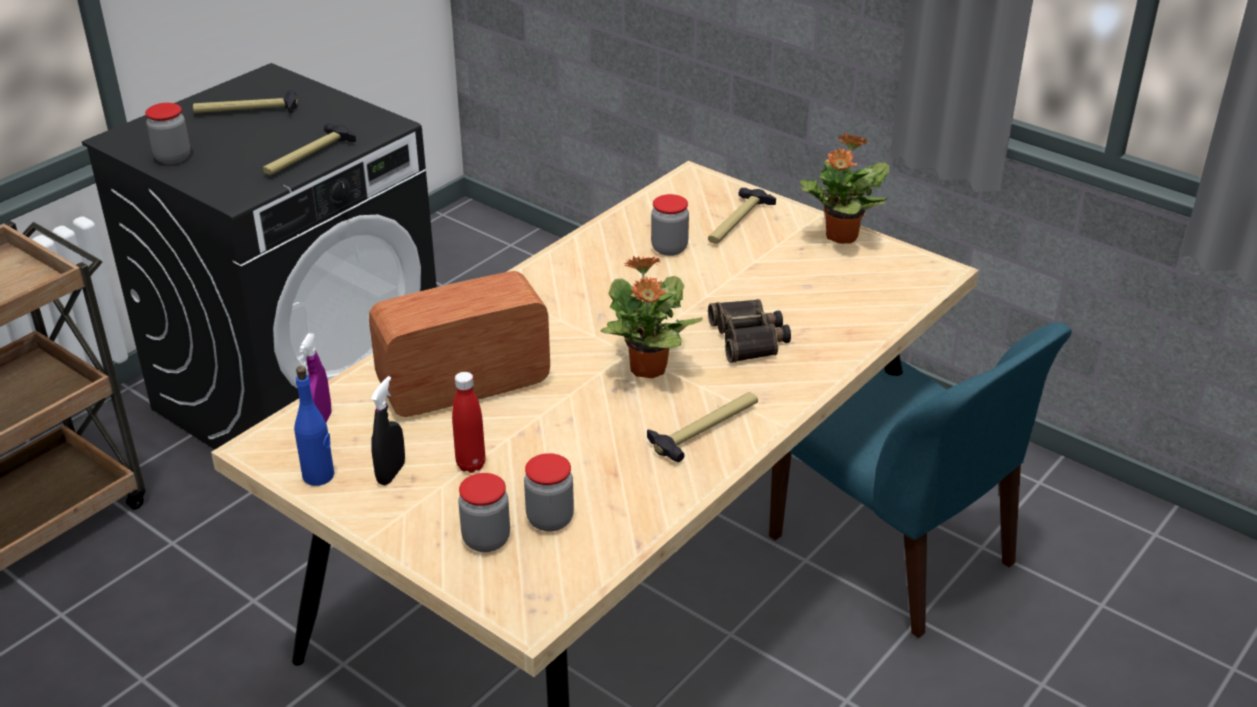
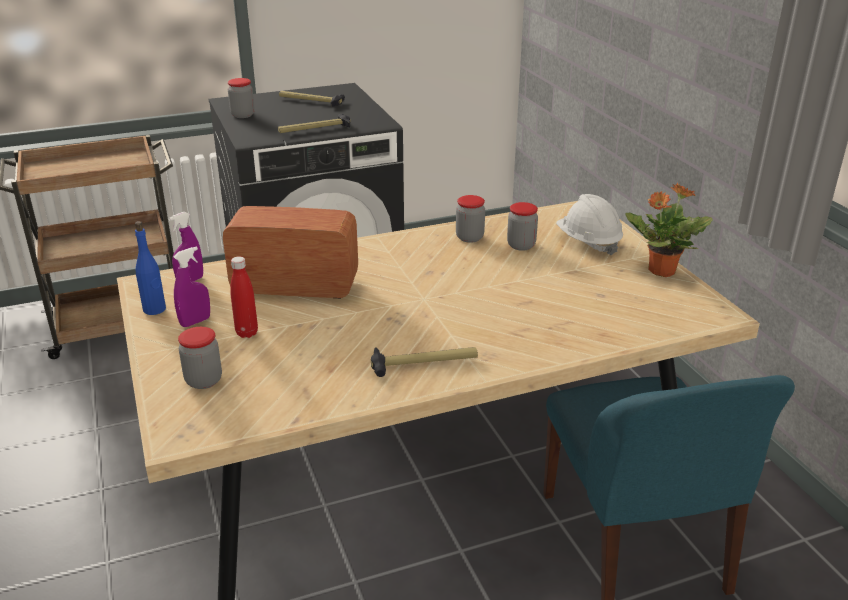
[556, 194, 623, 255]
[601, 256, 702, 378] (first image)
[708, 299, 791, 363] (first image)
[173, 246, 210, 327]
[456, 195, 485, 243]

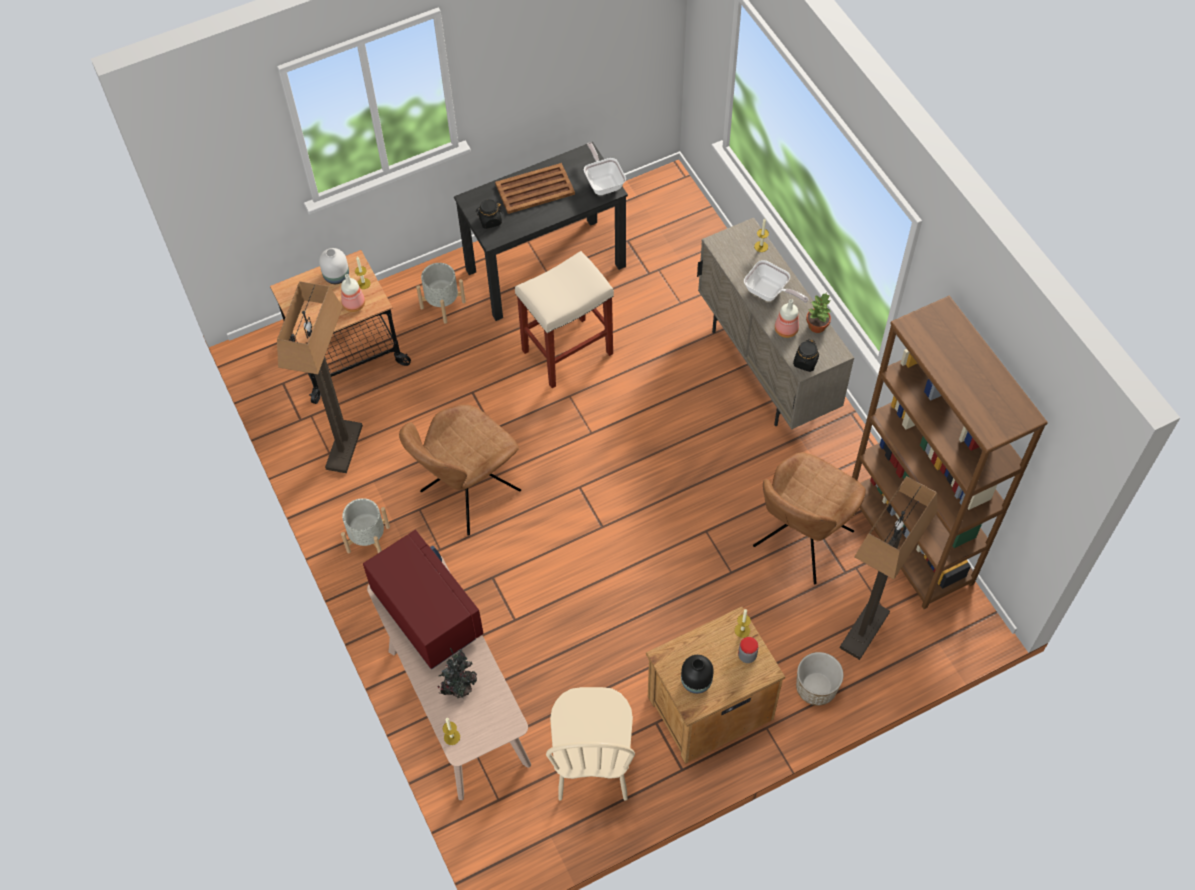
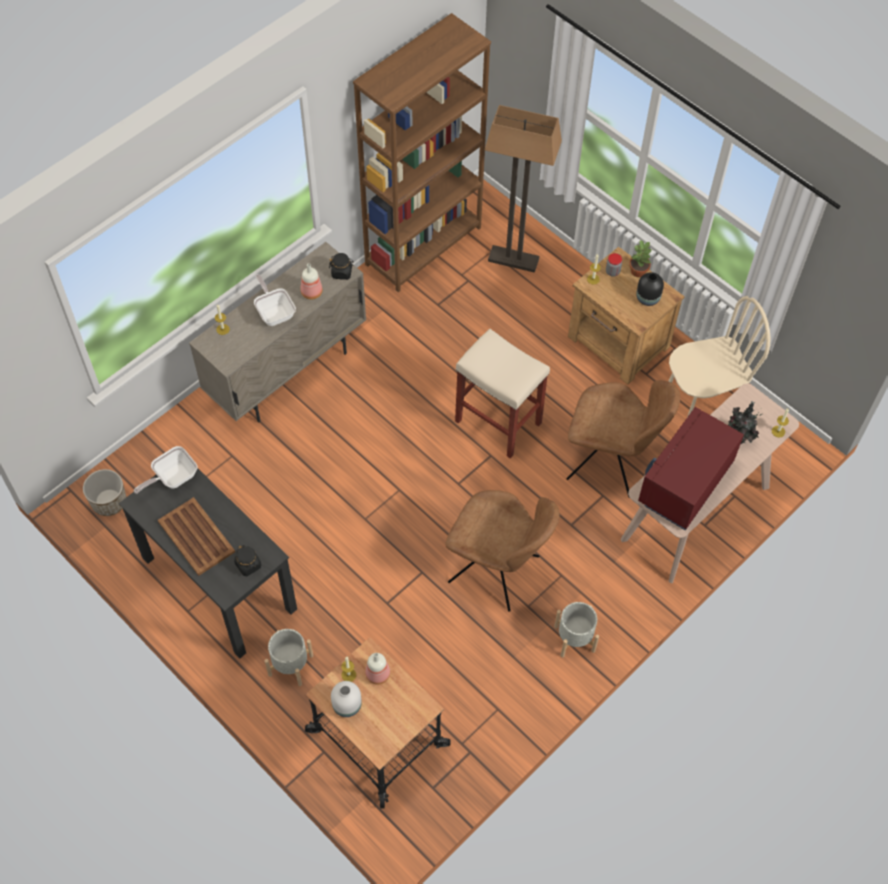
[455, 329, 550, 458]
[254, 274, 296, 326]
[277, 281, 363, 473] (first image)
[629, 240, 651, 277]
[566, 380, 680, 498]
[83, 469, 126, 516]

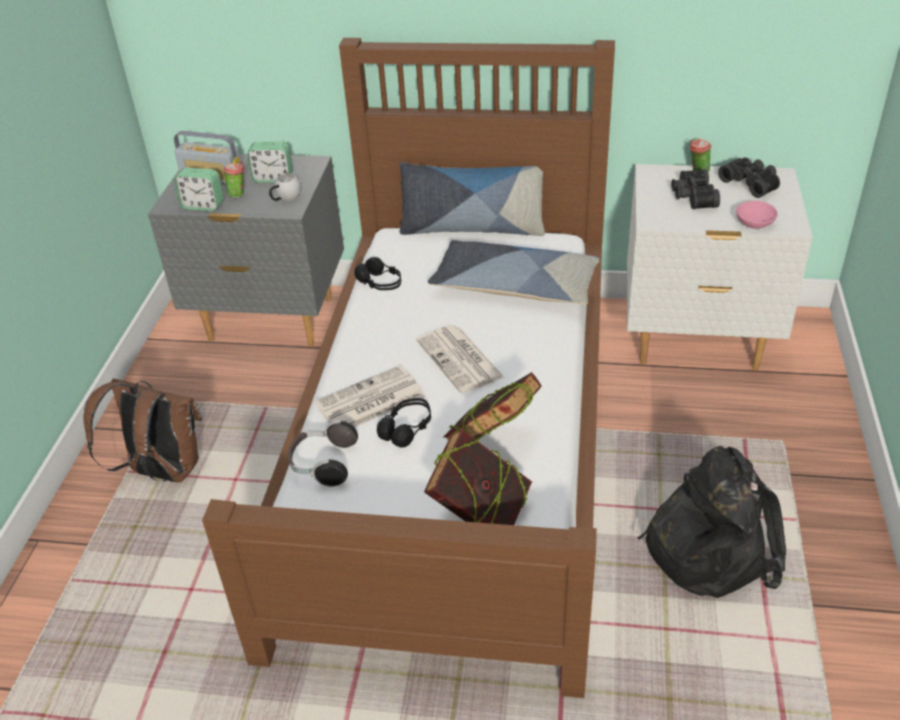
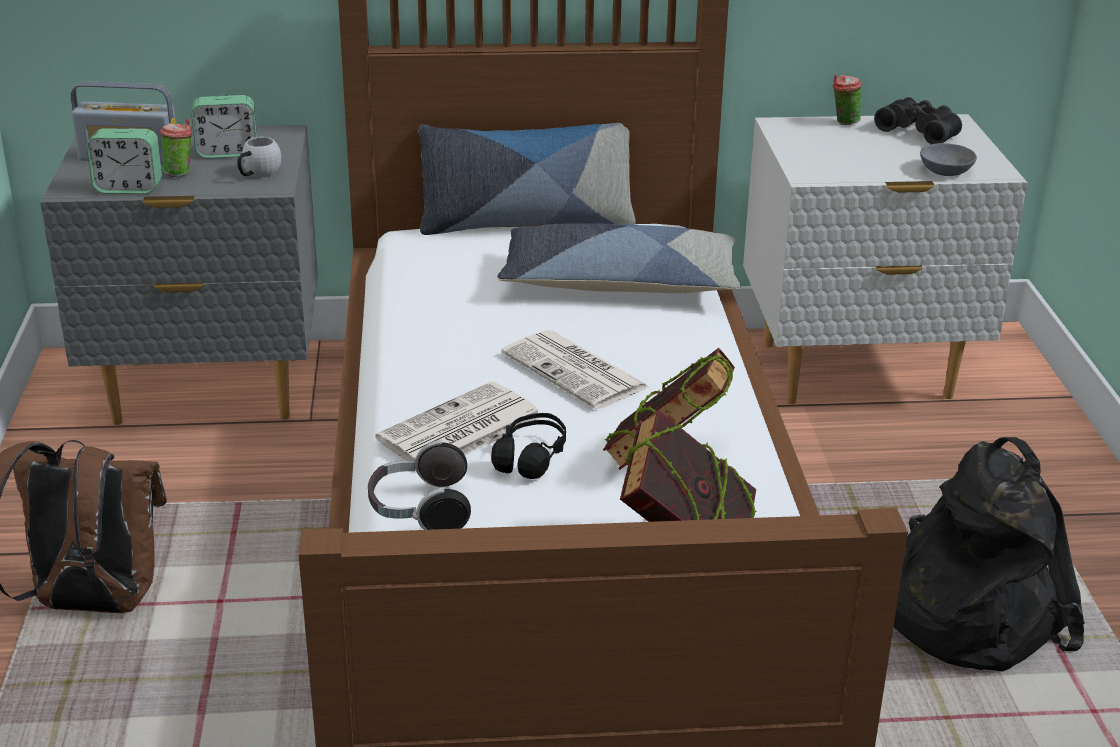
[671, 169, 720, 209] (first image)
[920, 143, 977, 176]
[354, 257, 401, 290] (first image)

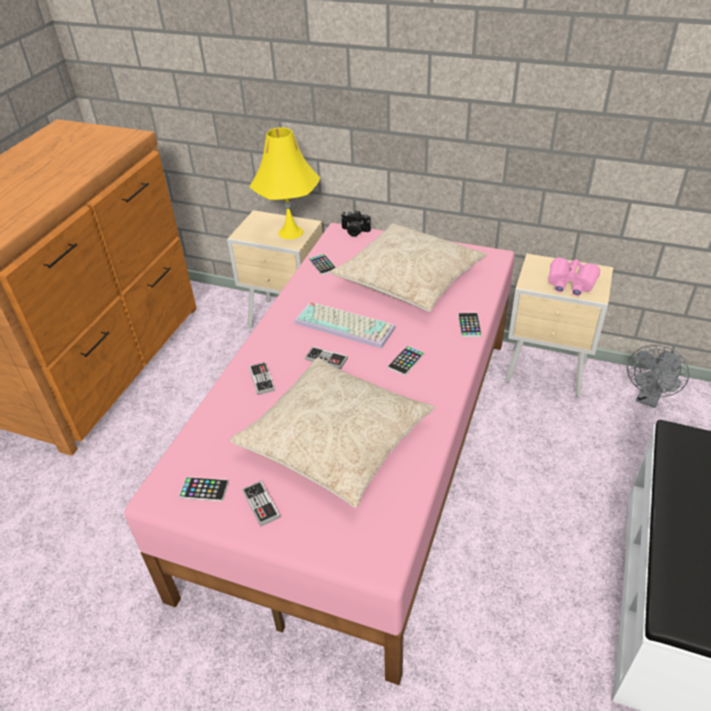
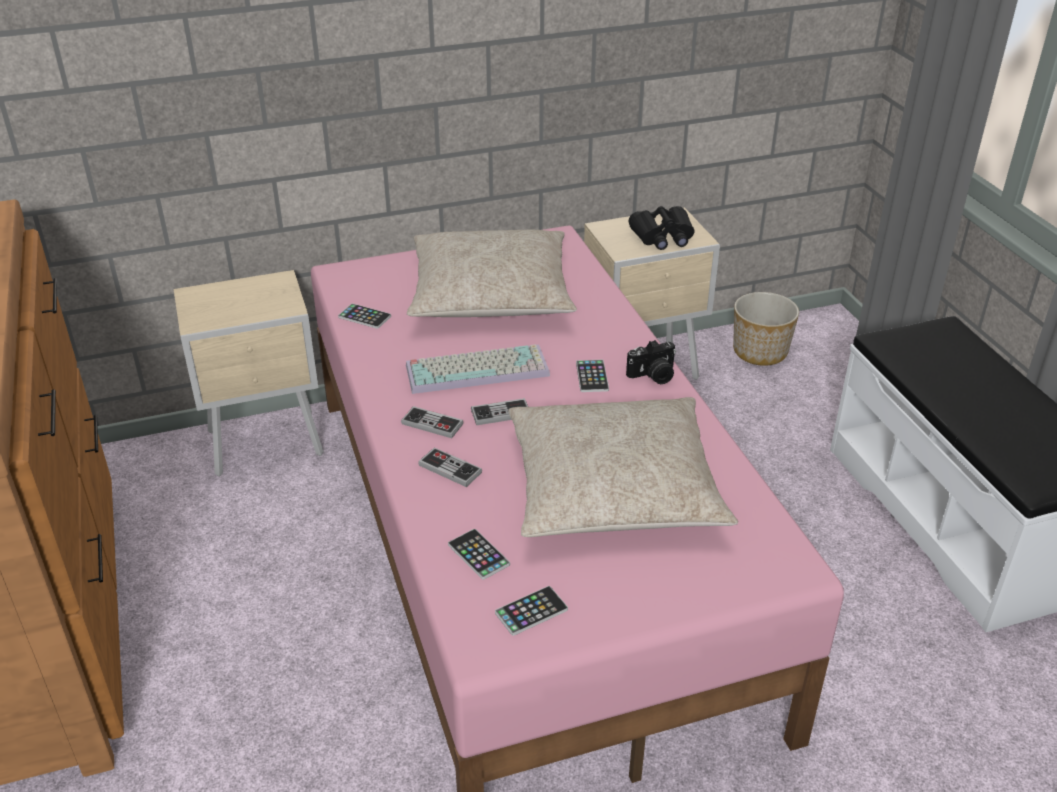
[249, 127, 320, 239] (first image)
[626, 340, 676, 384]
[629, 206, 695, 250]
[448, 529, 510, 580]
[733, 292, 799, 366]
[401, 406, 464, 438]

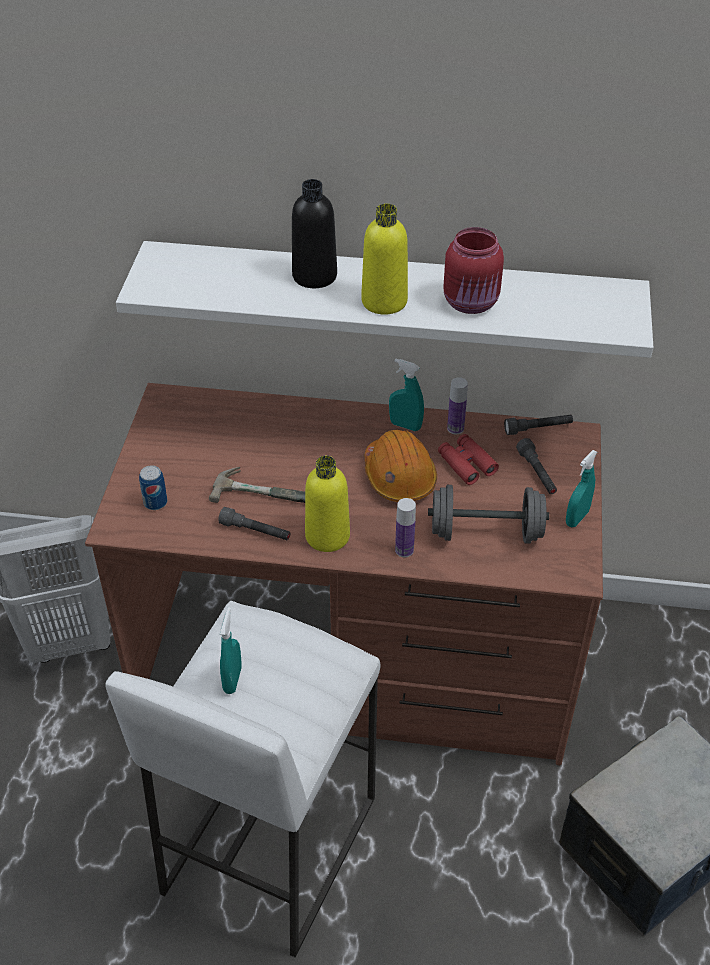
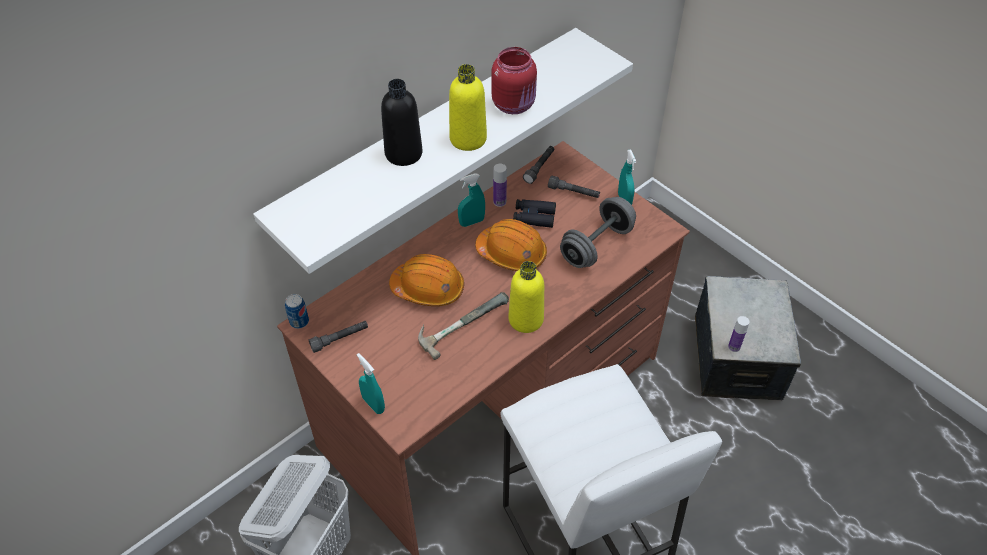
[513, 199, 556, 228]
[285, 294, 309, 329]
[728, 316, 749, 352]
[309, 321, 368, 353]
[357, 353, 385, 414]
[389, 254, 464, 306]

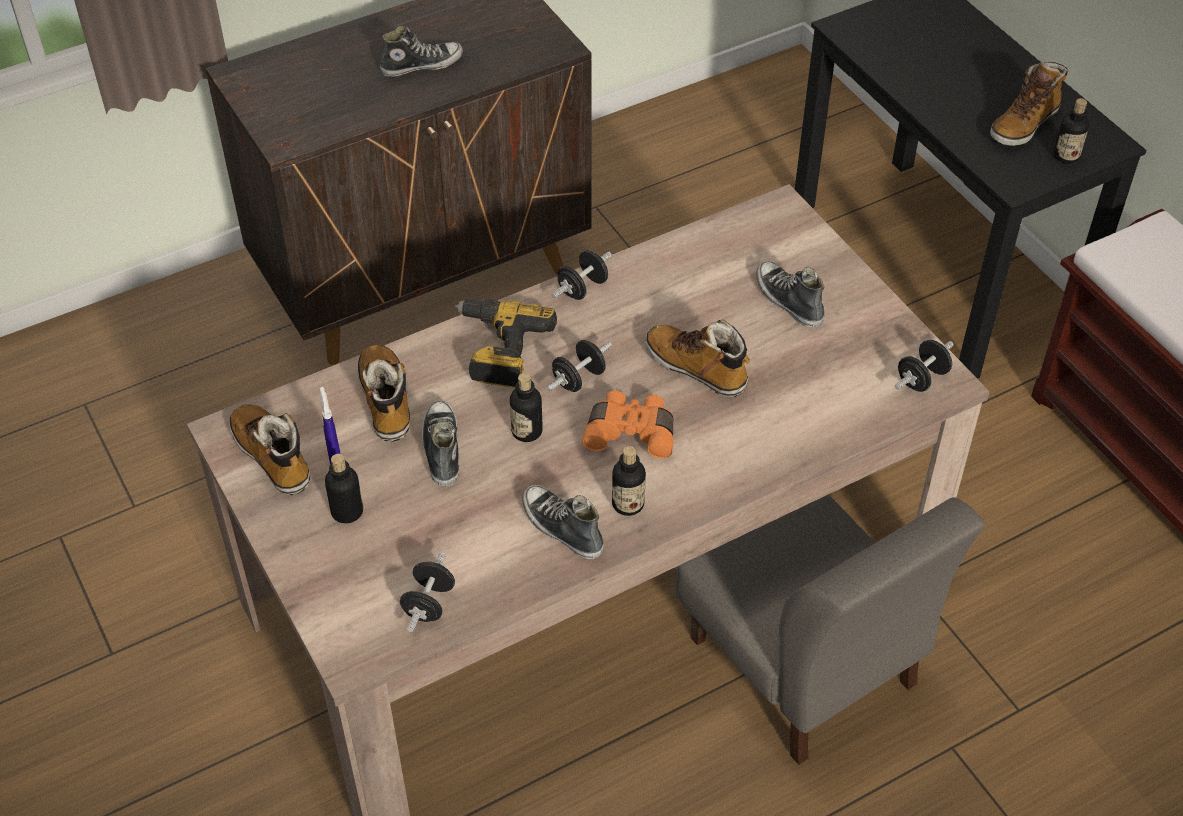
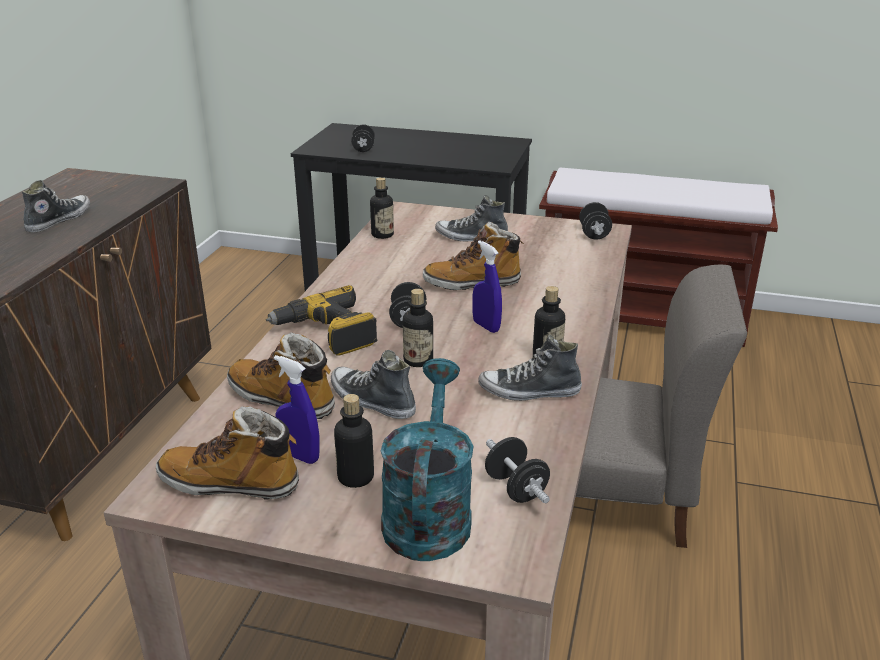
[990, 62, 1068, 146] (first image)
[370, 177, 394, 239]
[351, 124, 375, 152]
[472, 240, 502, 333]
[381, 358, 474, 561]

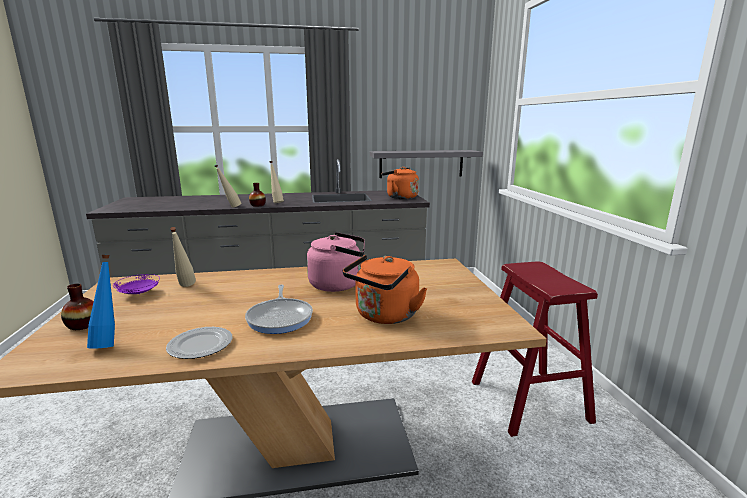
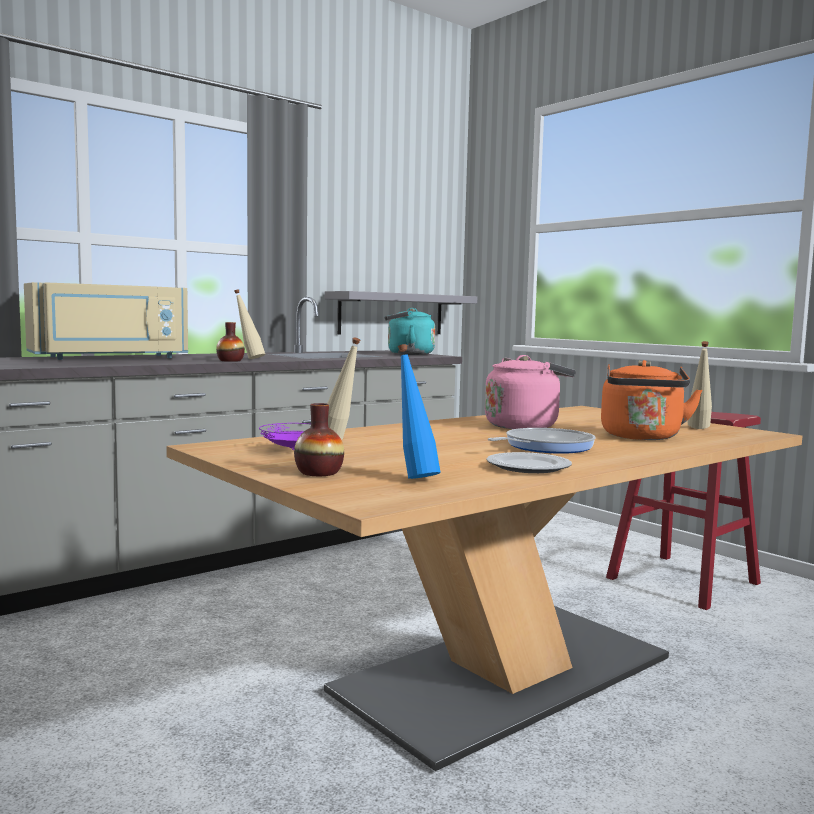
[688, 341, 712, 429]
[384, 308, 435, 355]
[488, 428, 596, 454]
[24, 282, 188, 360]

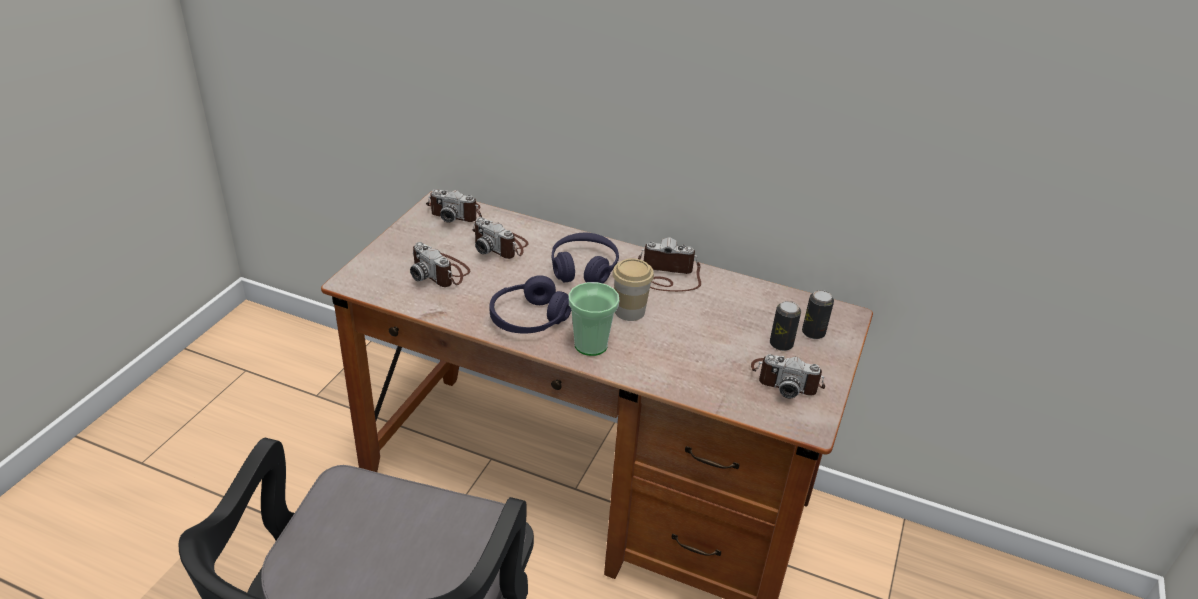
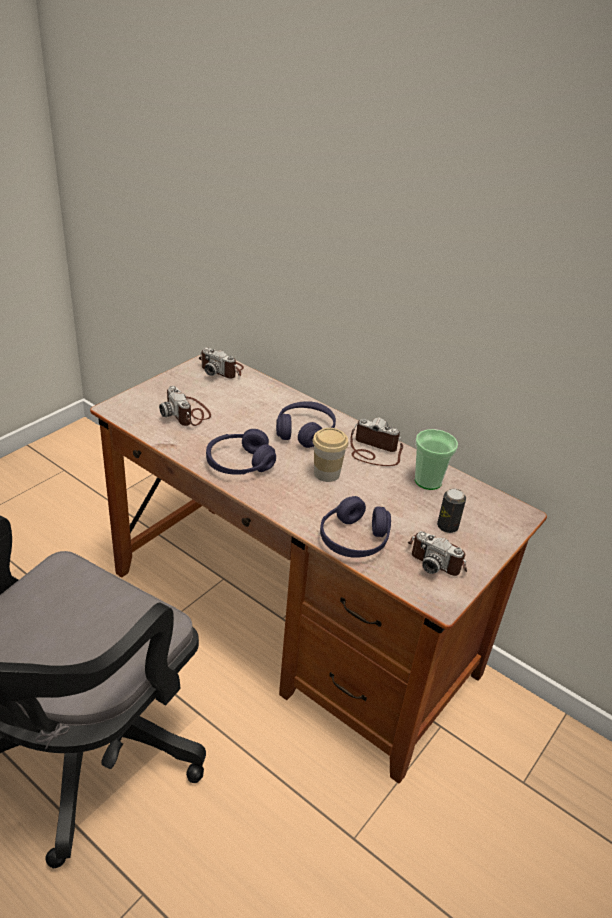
[472, 217, 528, 259] (first image)
[415, 429, 458, 490]
[802, 290, 834, 339] (first image)
[320, 496, 391, 558]

